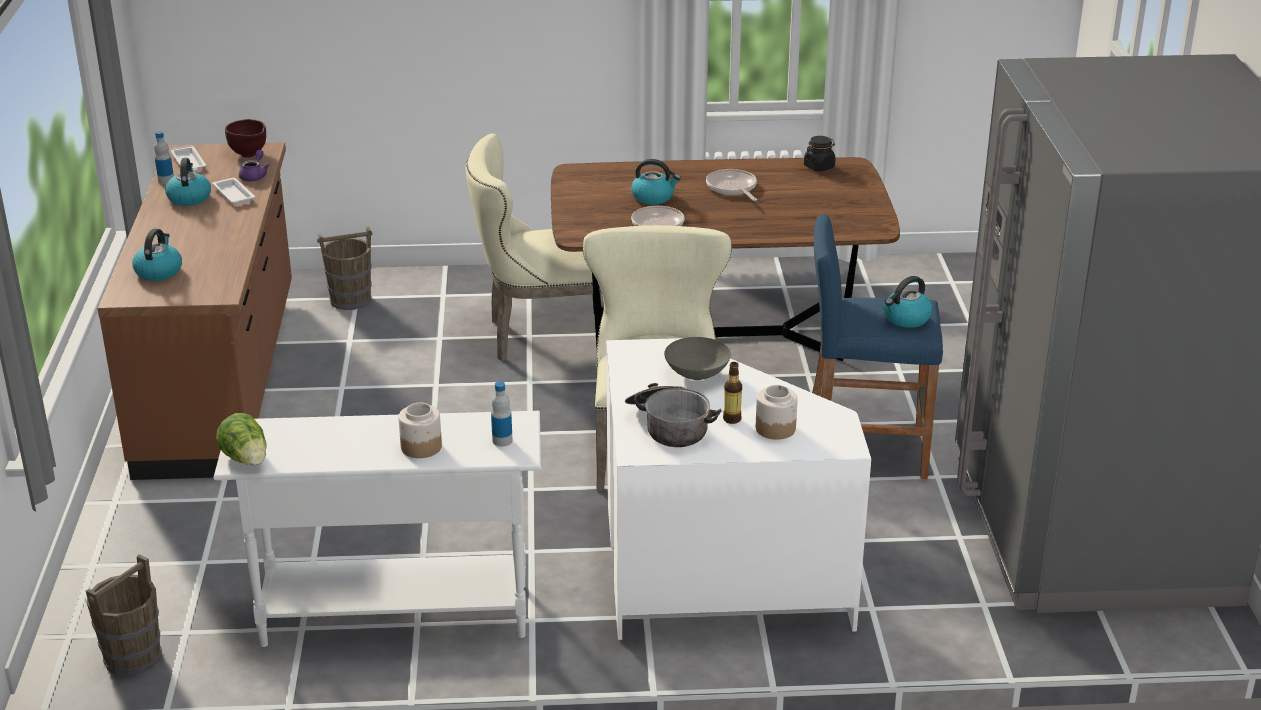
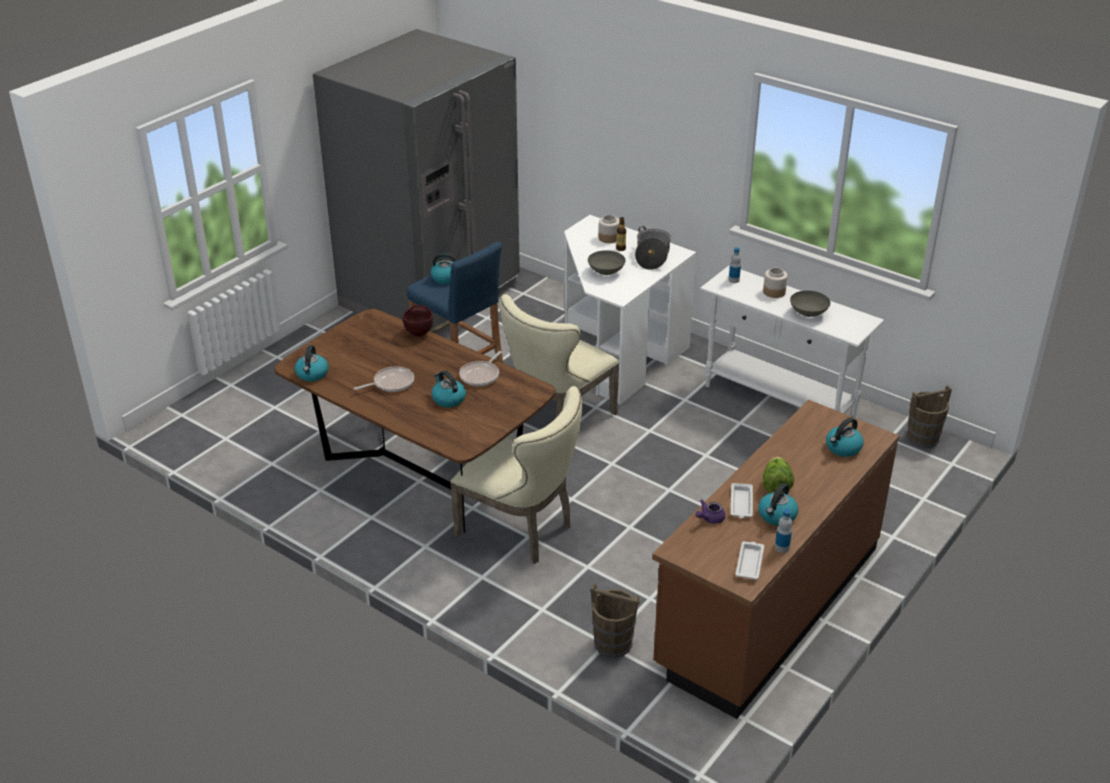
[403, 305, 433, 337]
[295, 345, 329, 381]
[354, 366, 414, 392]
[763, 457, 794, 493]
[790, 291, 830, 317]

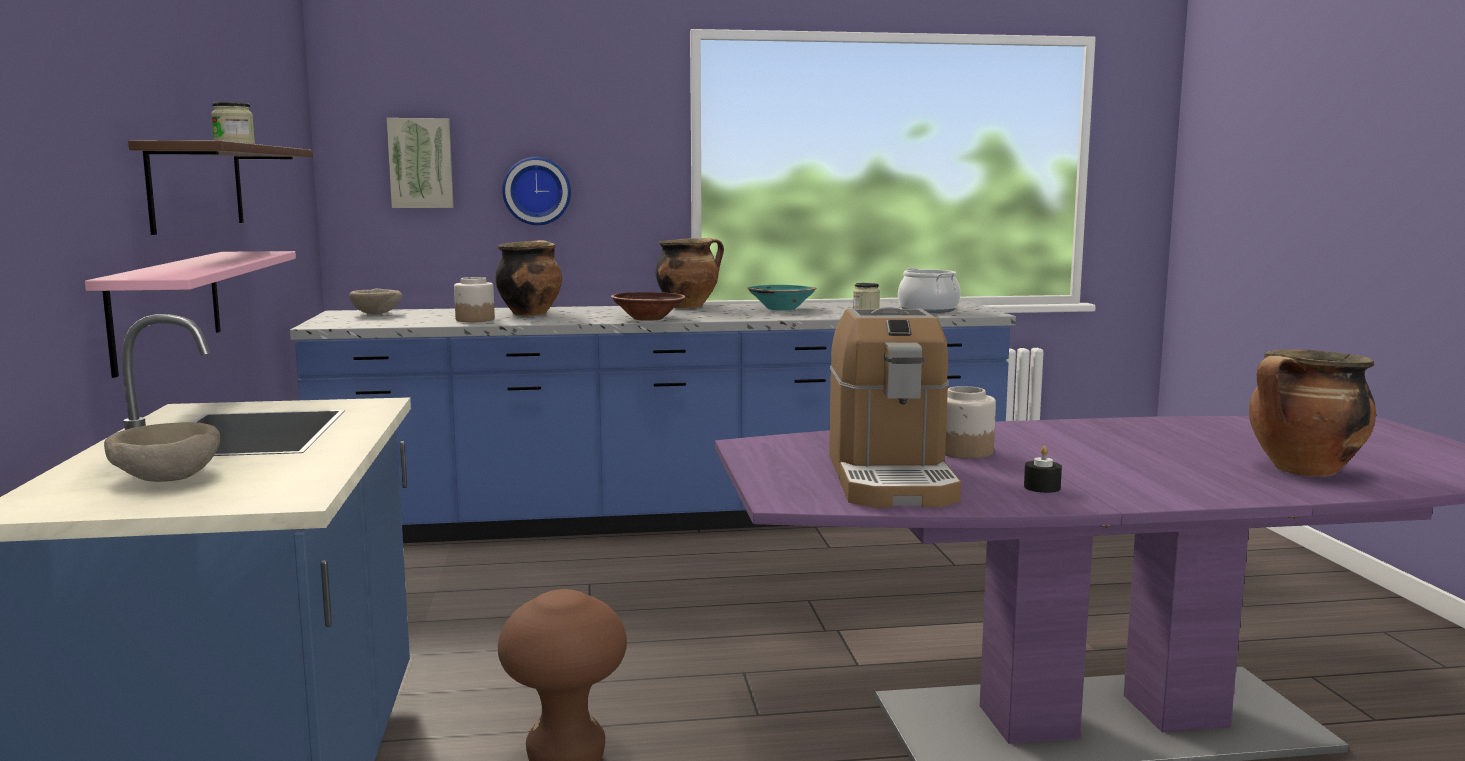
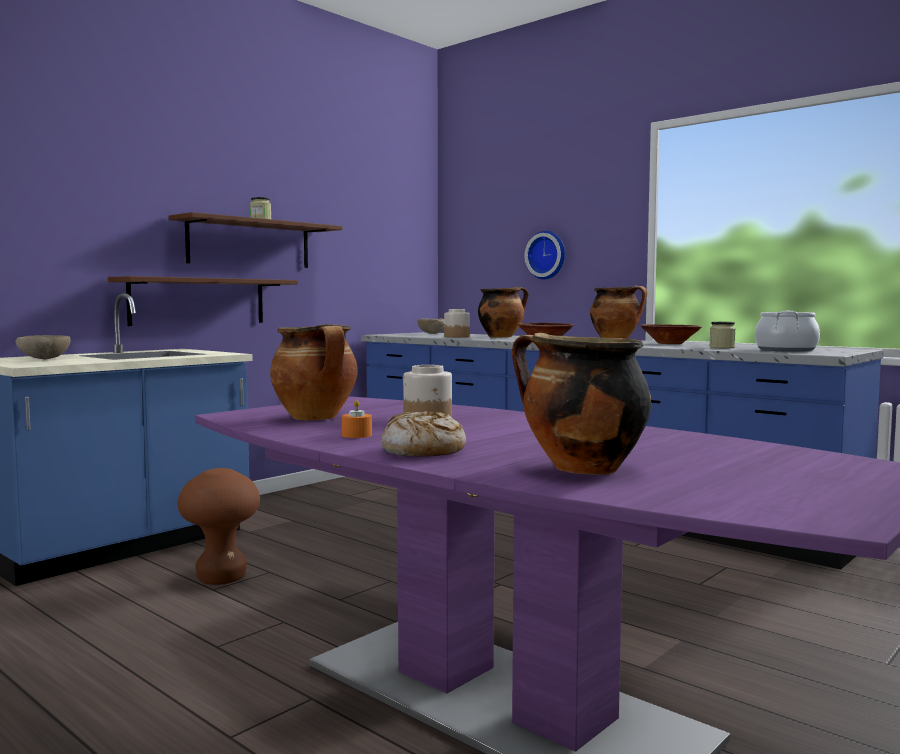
[387, 118, 454, 208] (first image)
[108, 276, 298, 326]
[640, 324, 702, 344]
[270, 324, 358, 420]
[342, 400, 372, 438]
[381, 411, 466, 457]

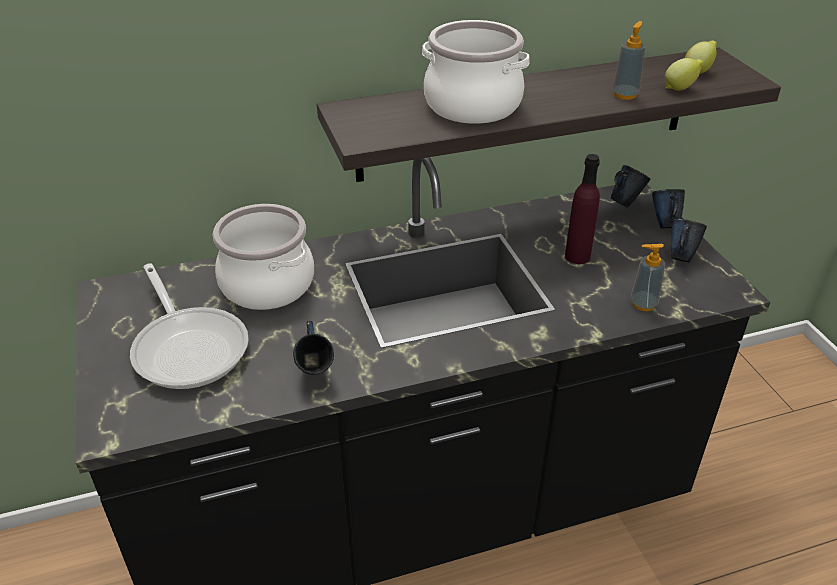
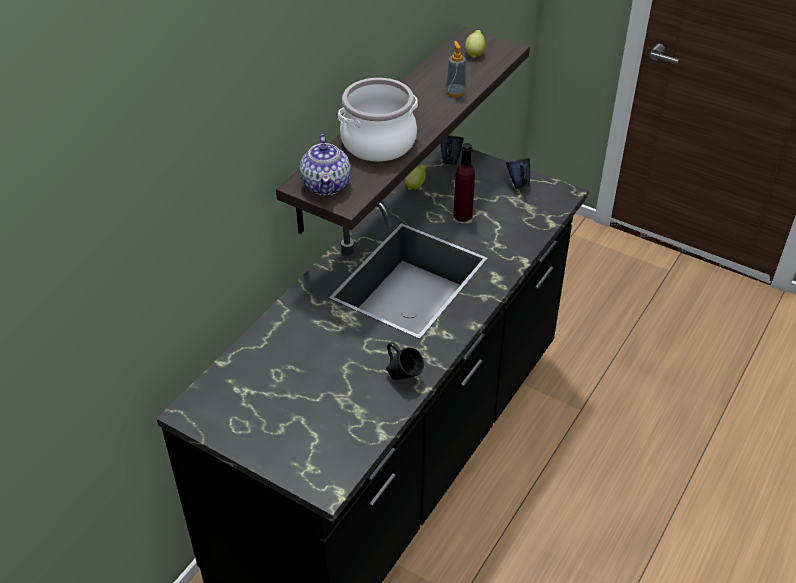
[404, 165, 426, 190]
[652, 189, 685, 229] (first image)
[212, 204, 314, 310] (first image)
[630, 244, 665, 311] (first image)
[130, 263, 249, 389] (first image)
[300, 134, 351, 197]

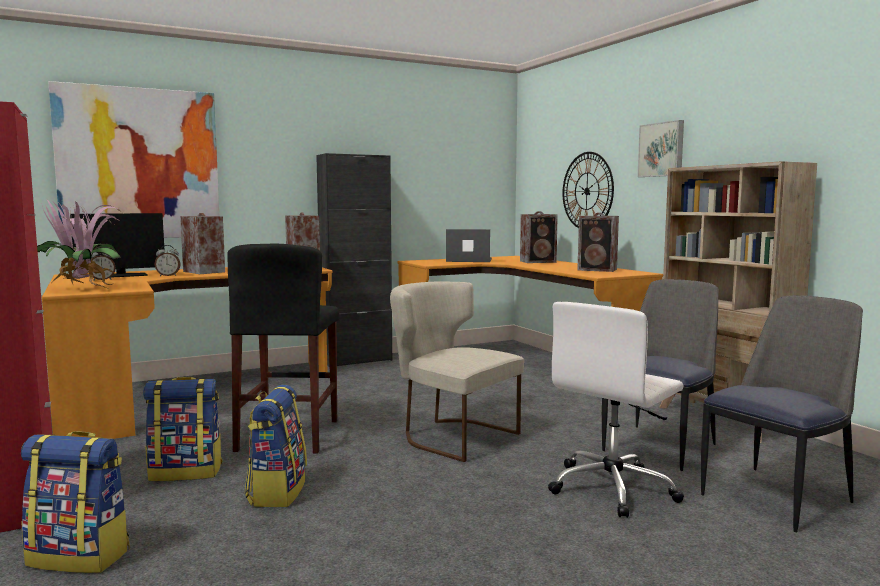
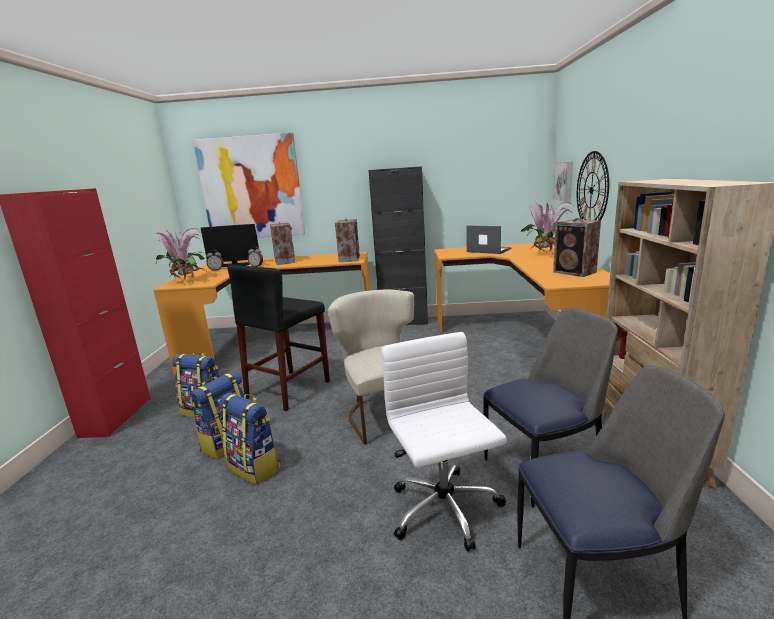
[553, 162, 573, 202]
[520, 199, 576, 254]
[381, 332, 507, 552]
[219, 393, 280, 485]

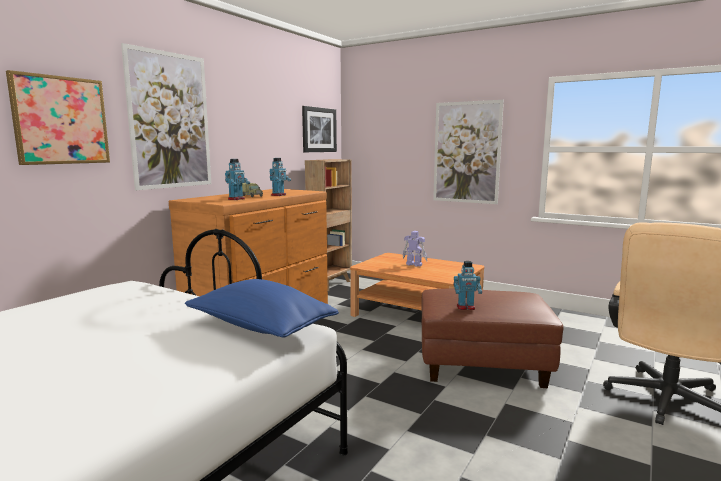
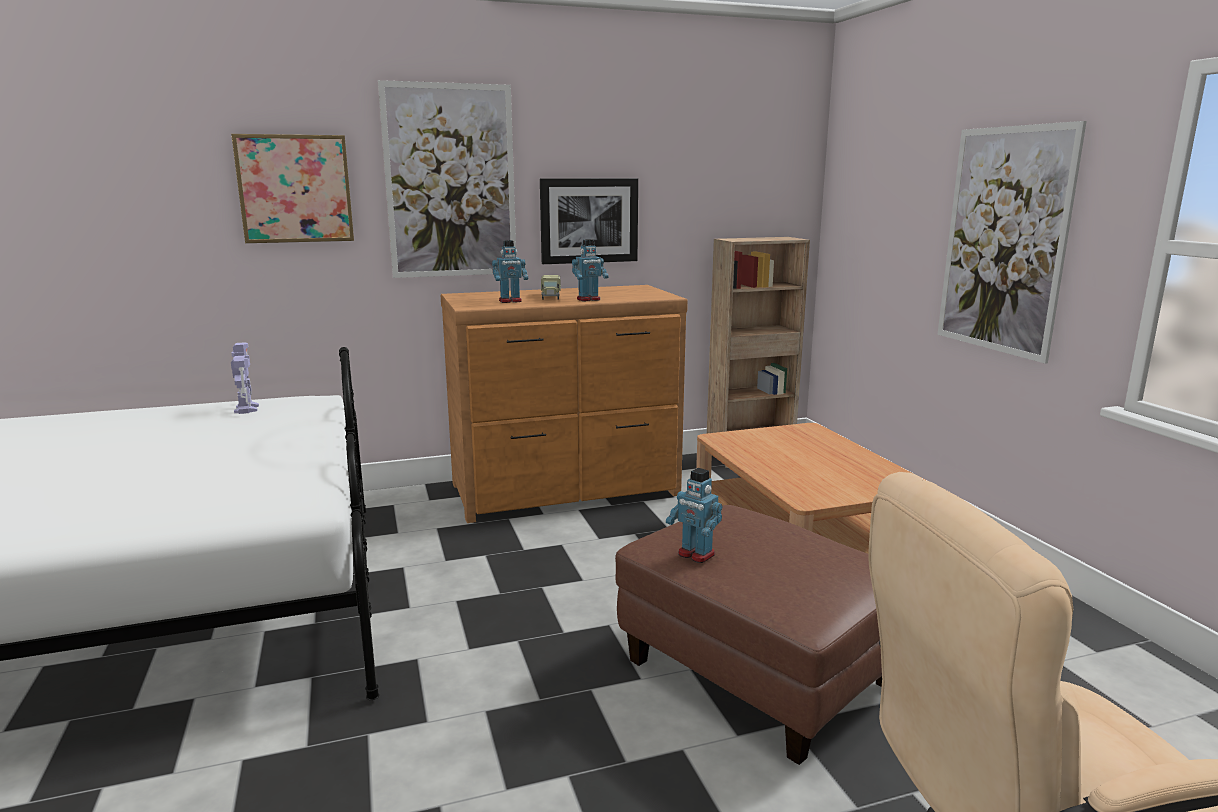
[540, 178, 638, 264]
[231, 342, 259, 414]
[185, 279, 339, 338] (first image)

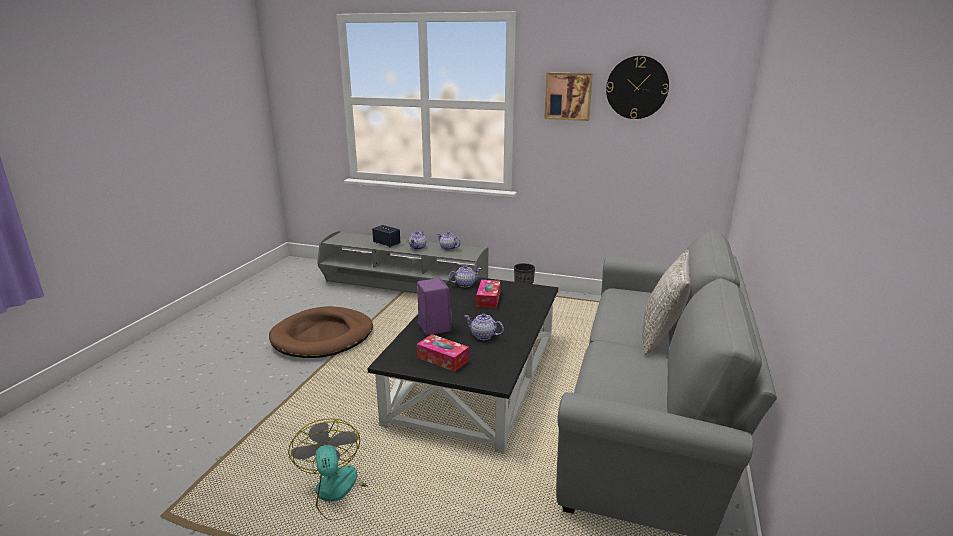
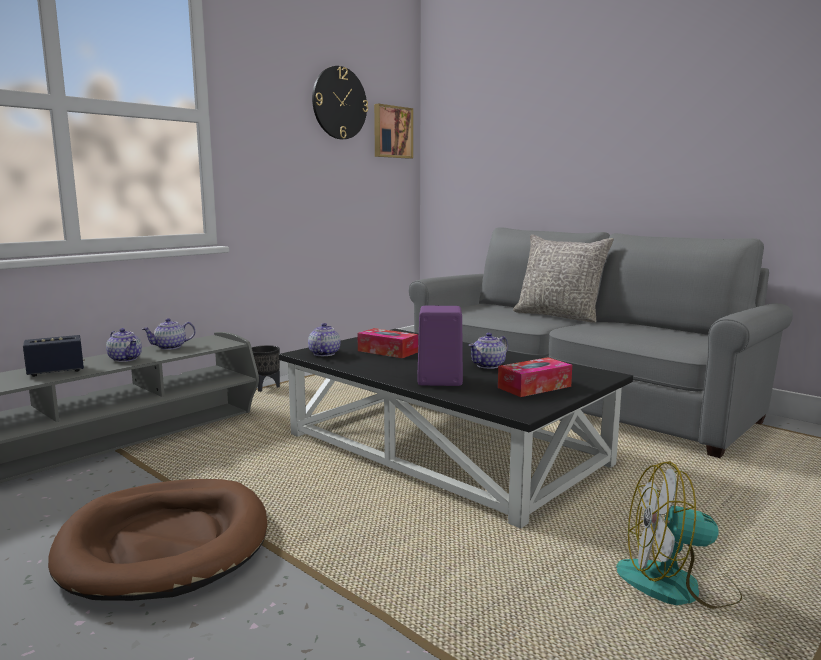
[374, 104, 413, 159]

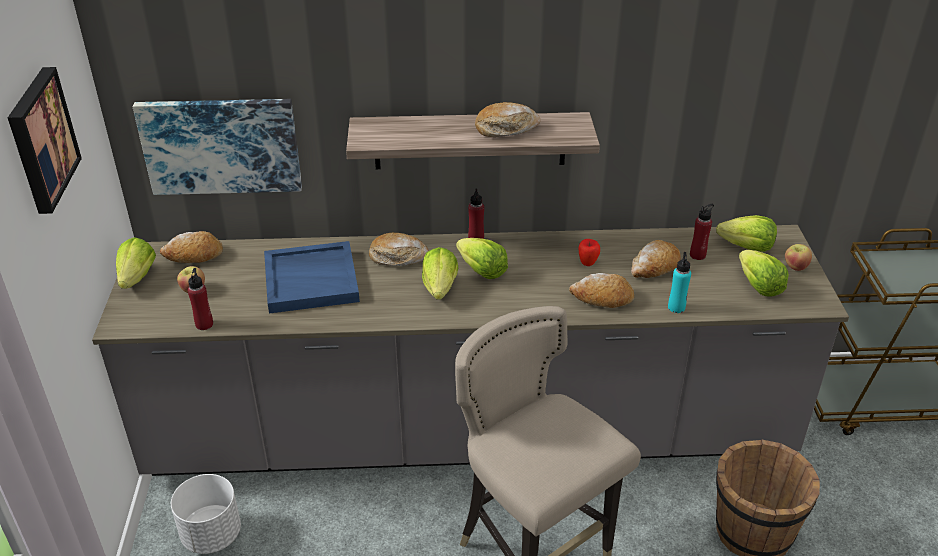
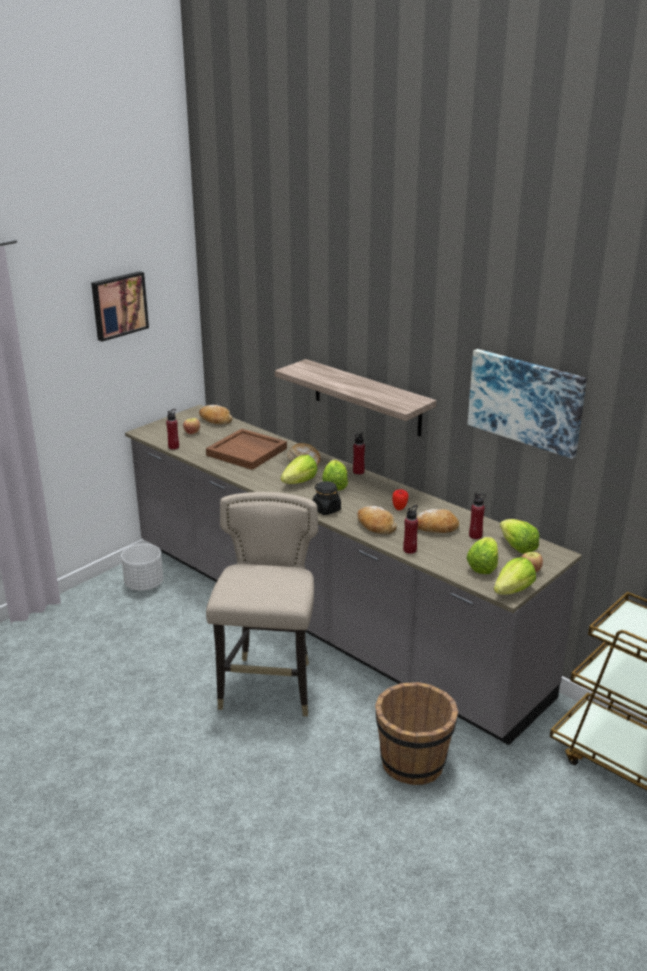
[468, 349, 587, 459]
[475, 102, 540, 137] (first image)
[494, 557, 536, 595]
[206, 428, 287, 470]
[403, 505, 418, 554]
[312, 481, 341, 515]

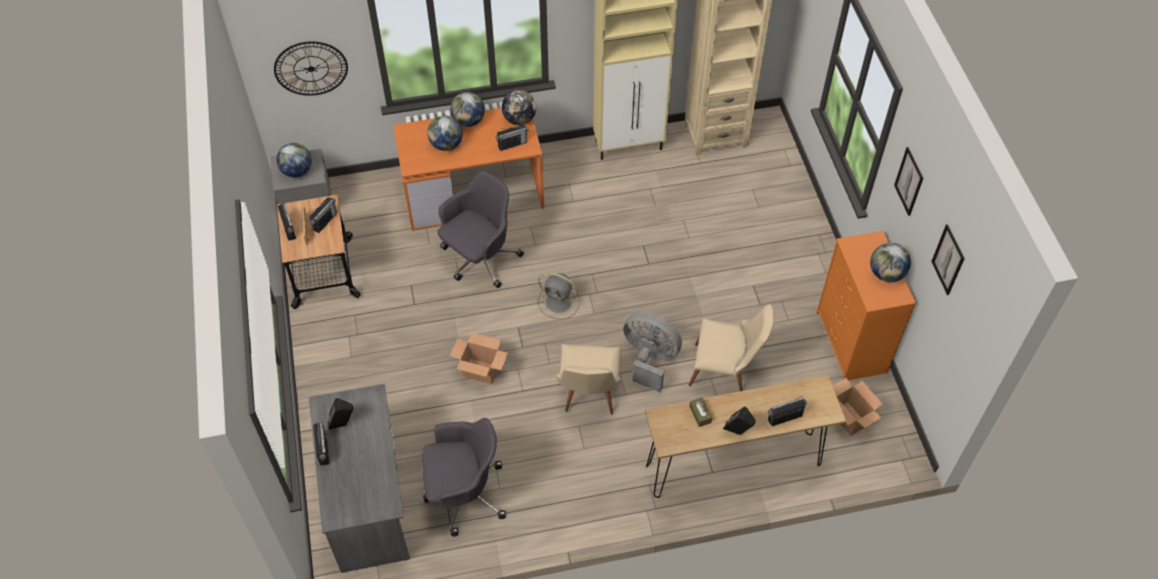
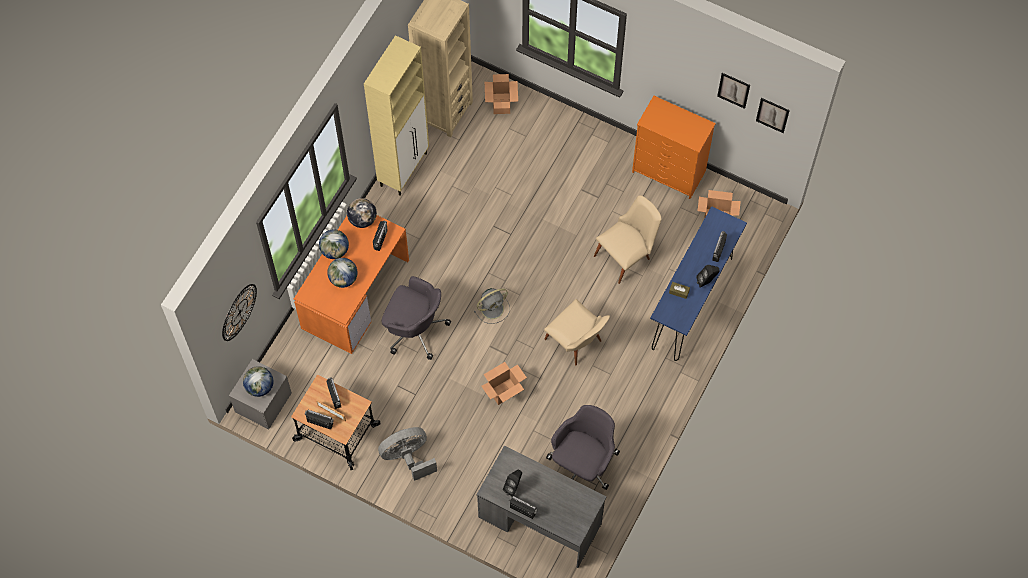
[756, 98, 790, 133]
[382, 276, 451, 360]
[870, 243, 911, 282] (first image)
[378, 427, 437, 481]
[650, 206, 747, 361]
[485, 74, 518, 114]

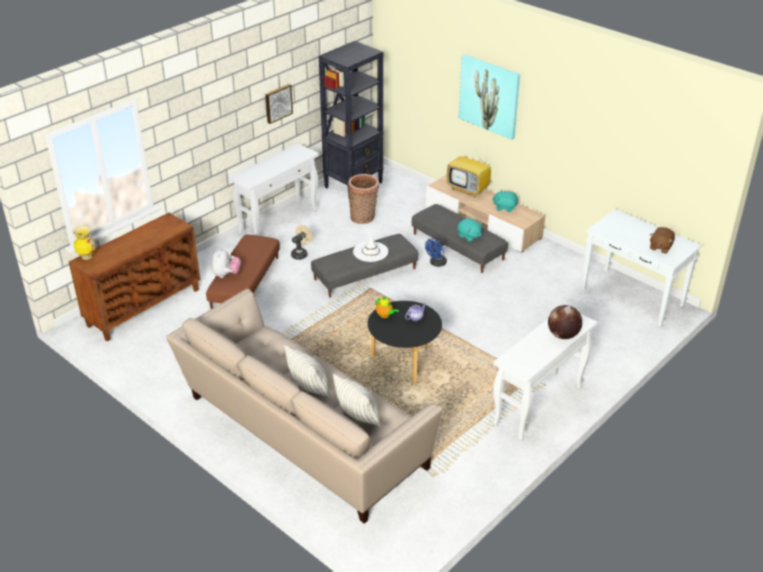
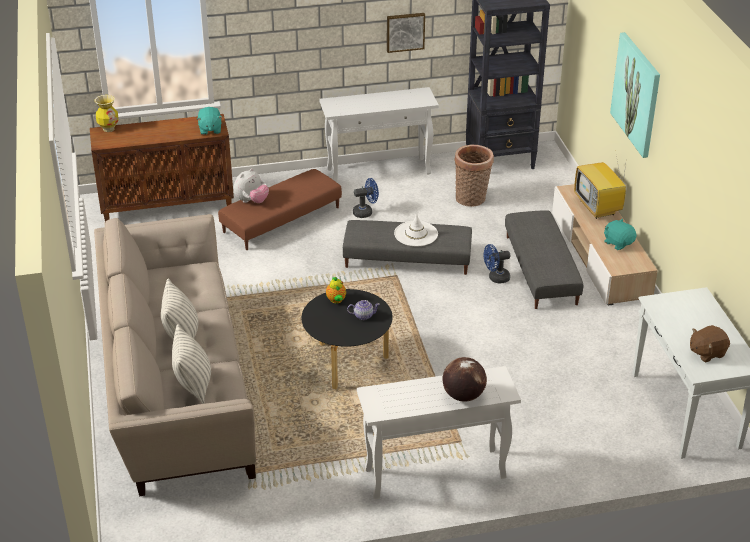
[197, 107, 222, 135]
[353, 178, 379, 218]

